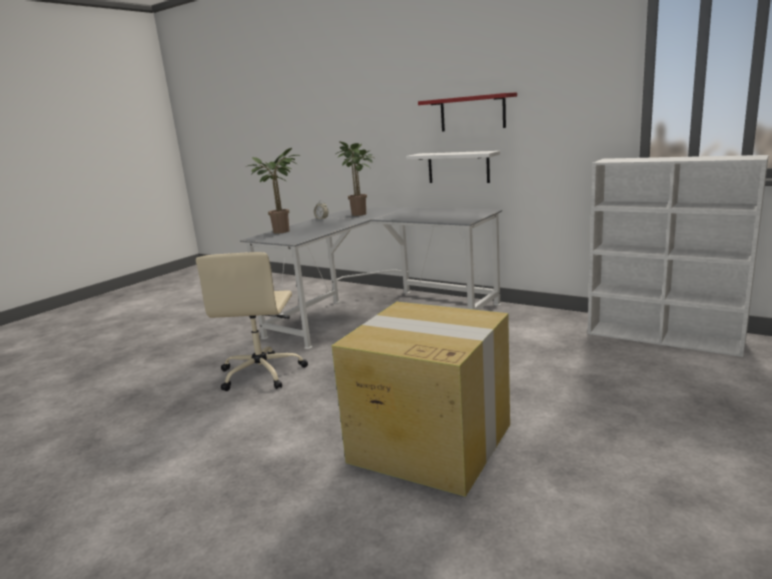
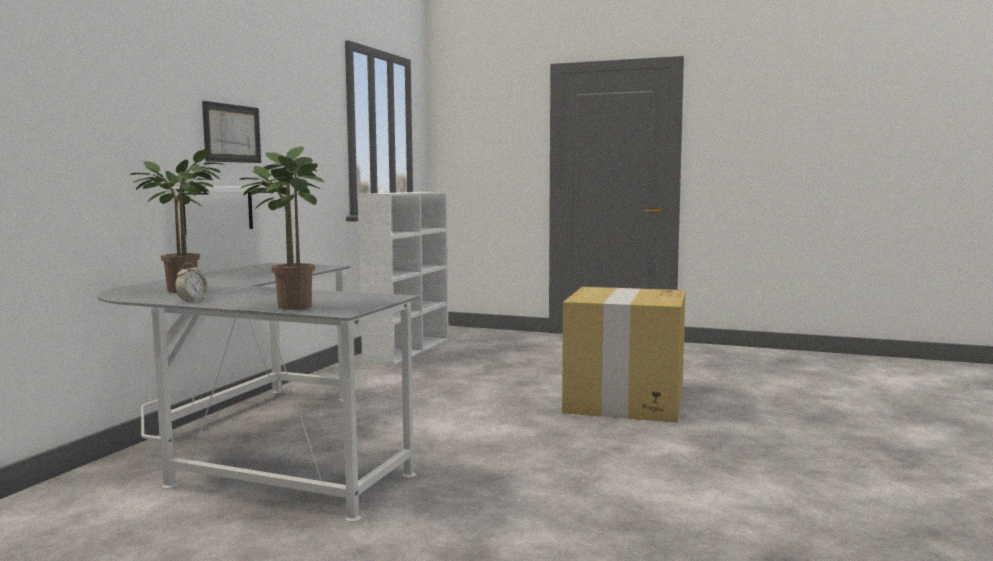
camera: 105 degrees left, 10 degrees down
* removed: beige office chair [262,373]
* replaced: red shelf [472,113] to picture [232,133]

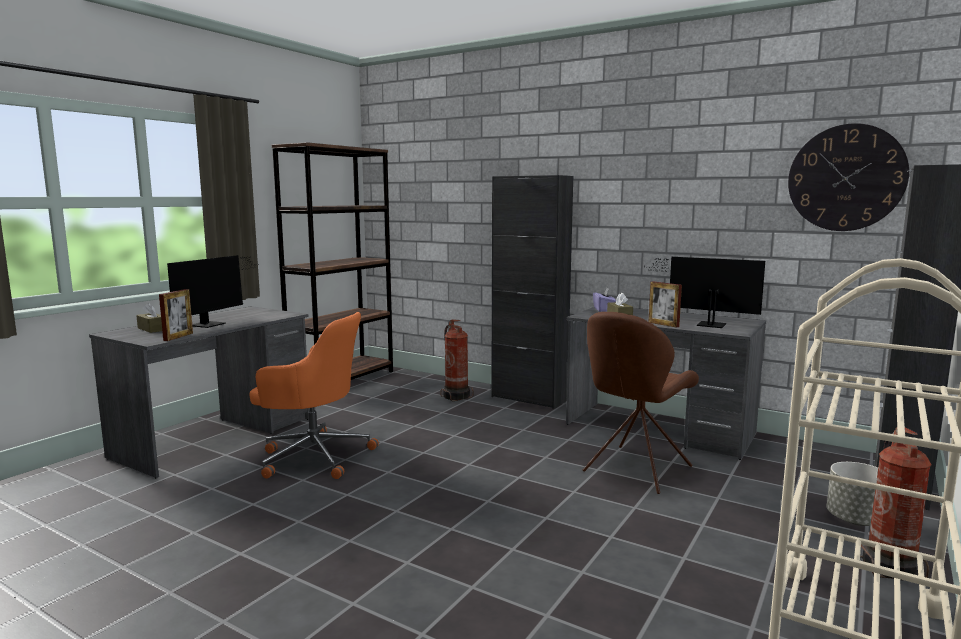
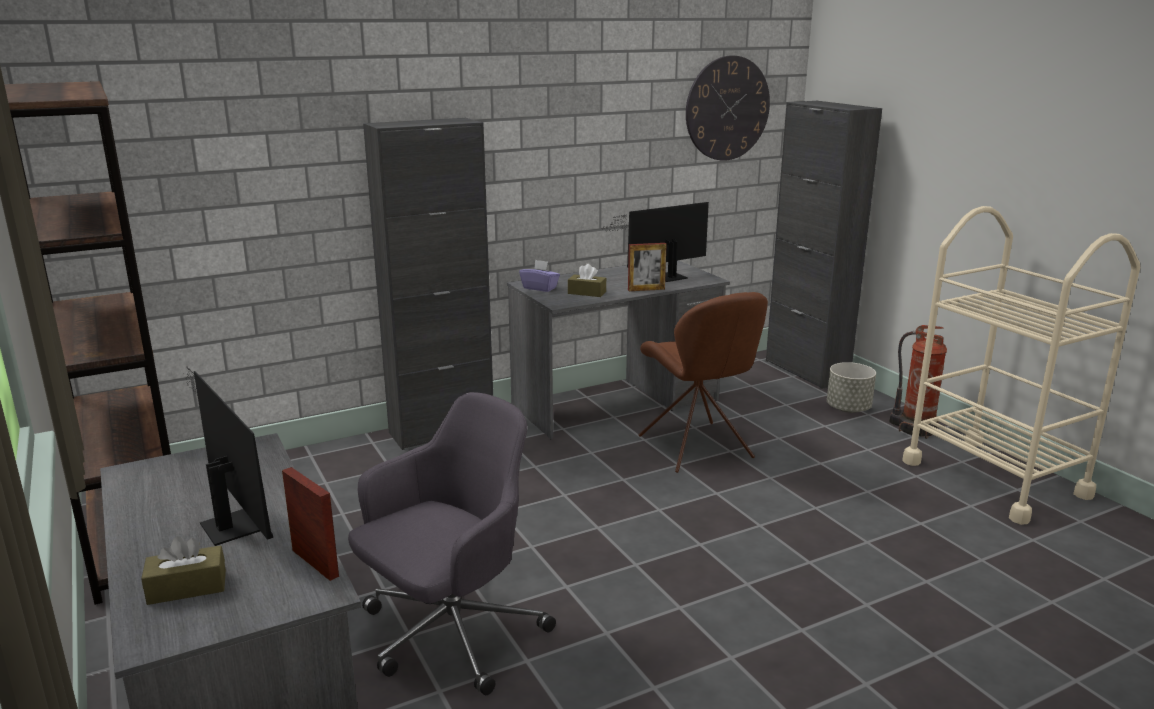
camera: 60 degrees left, 10 degrees up
* recoloured: orange office chair [313,456] to grey office chair [450,634]
* removed: fire extinguisher [456,396]

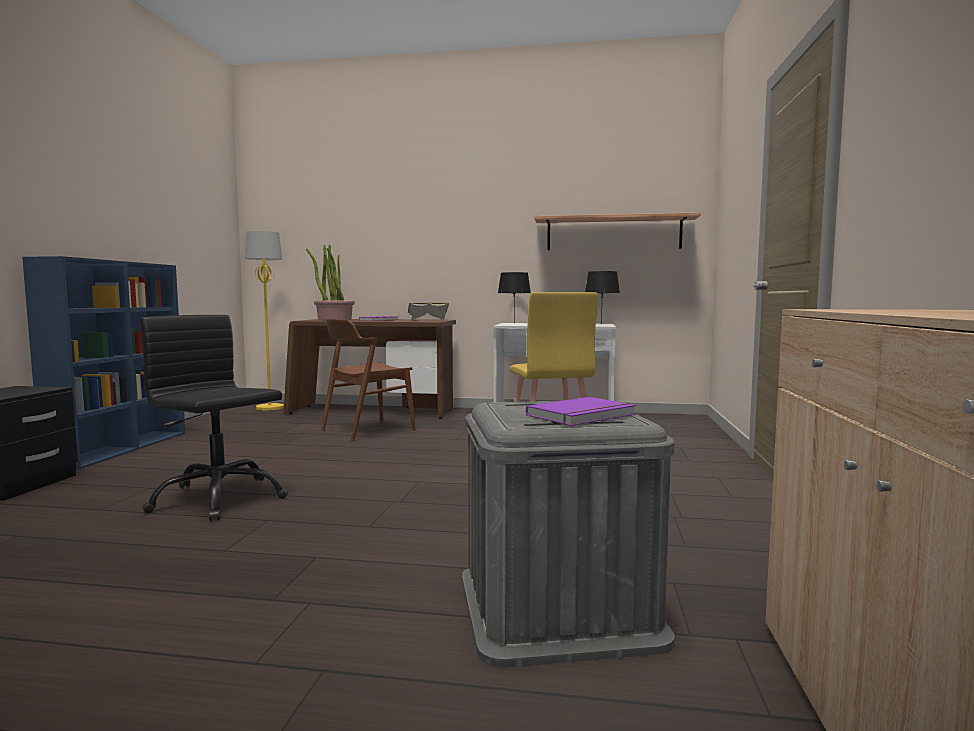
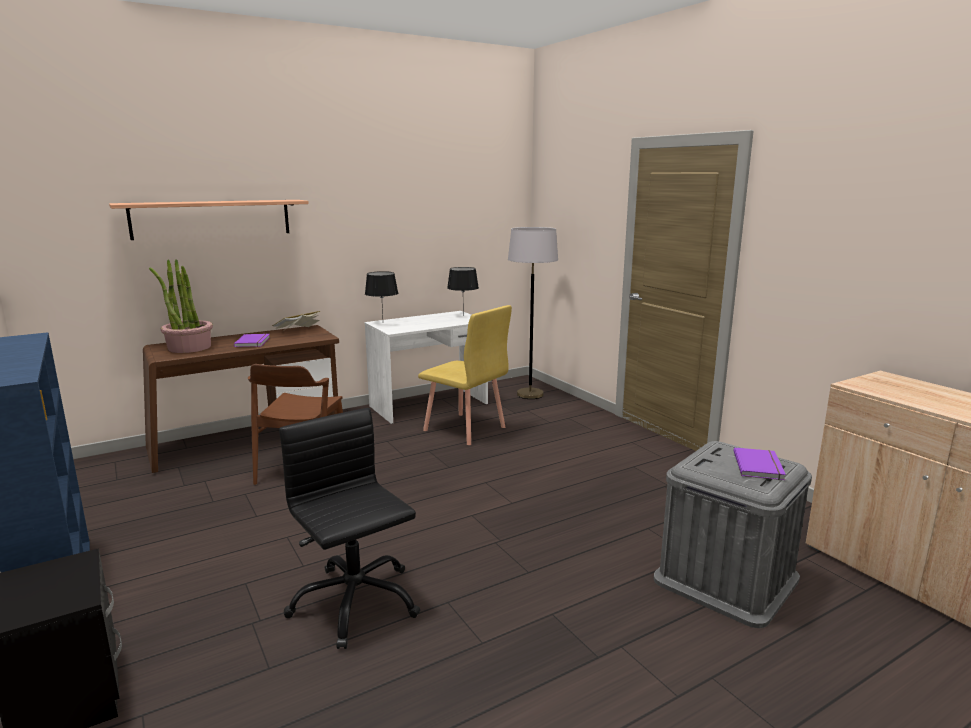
camera: 40 degrees left, 10 degrees up
* turned: black office chair [218,498] = [354,602] 60 degrees clockwise
* removed: yellow floor lamp [270,408]
* moved: shelf [613,234] to [212,219]
* added: grey floor lamp [530,394]

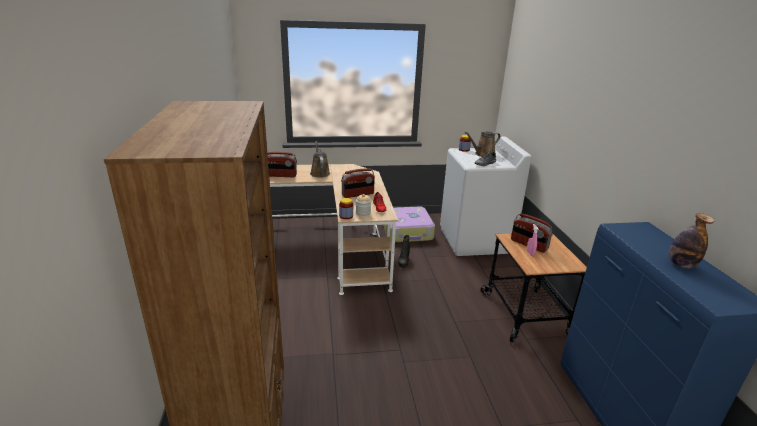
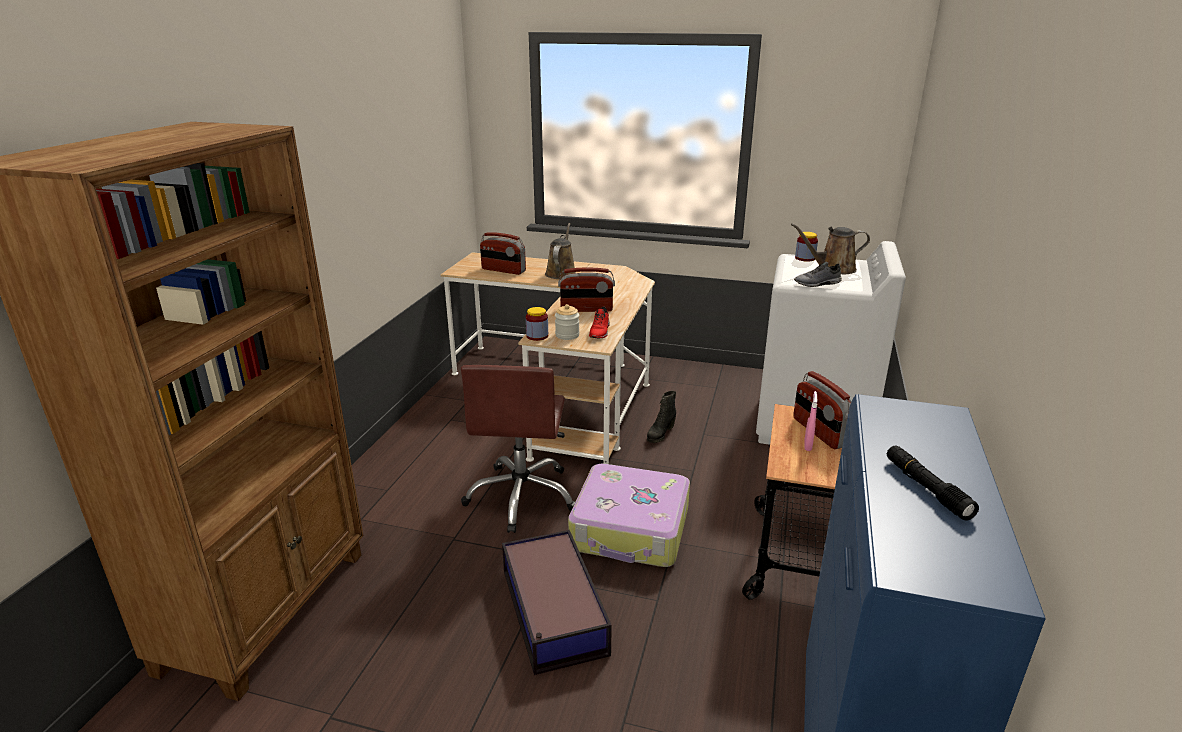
camera: 25 degrees right, 0 degrees up
* moved: suitcase [407,231] to [631,529]
* replaced: bottle [681,265] to black flashlight [926,488]
* added: brown office chair [522,496]
* added: storage box [553,612]

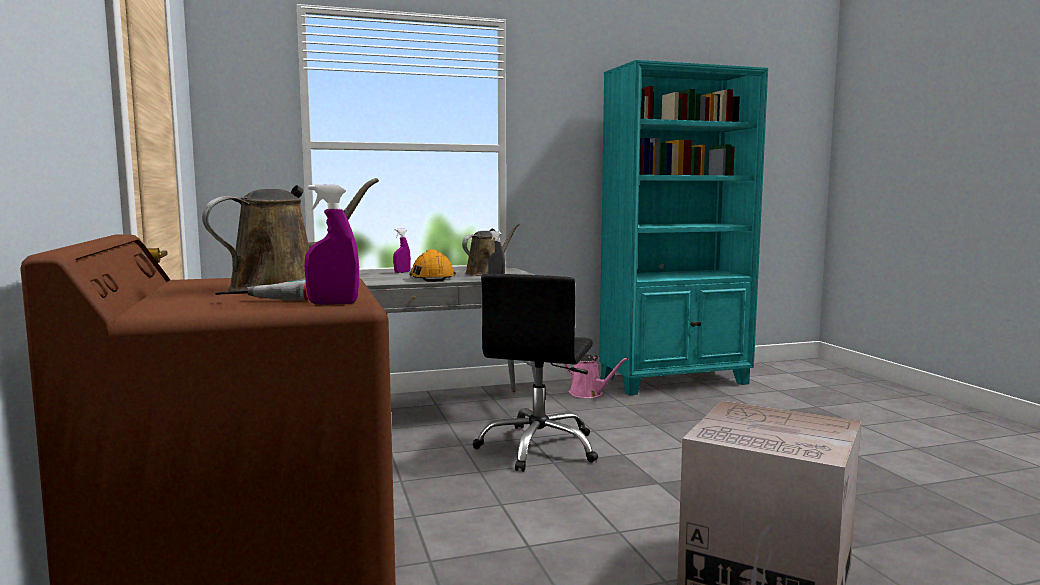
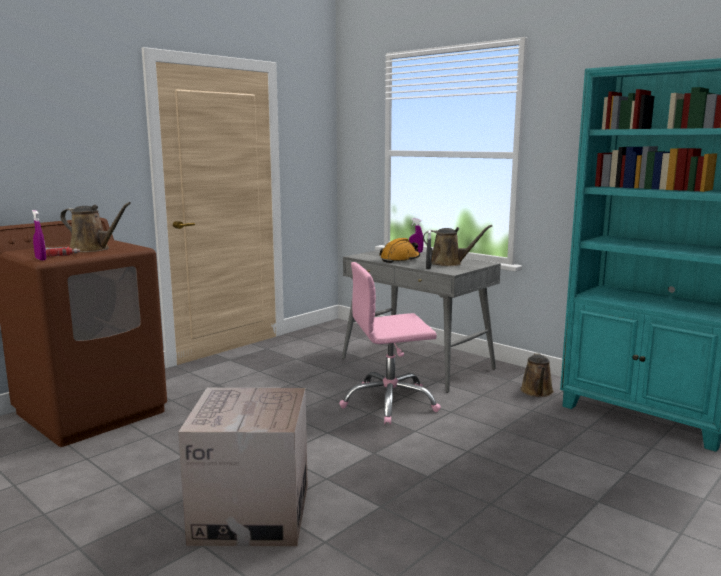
camera: 60 degrees right, 5 degrees up
* recoloured: black office chair [539,448] to pink office chair [389,403]
* recoloured: pink watering can [589,394] to brown watering can [537,392]

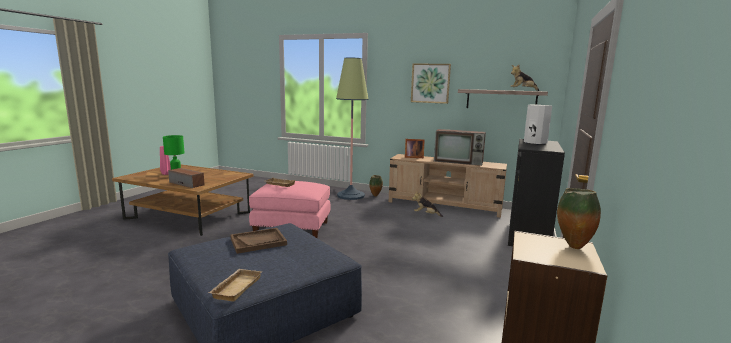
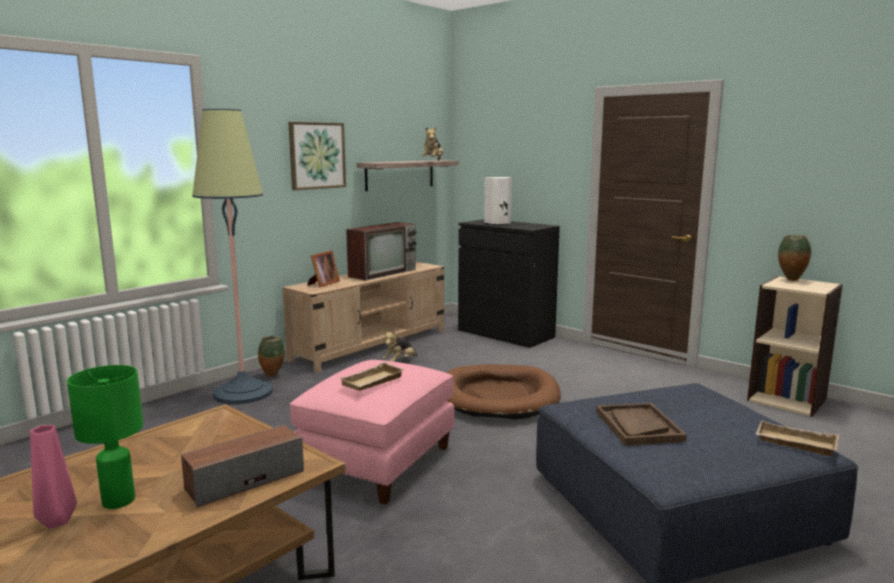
camera: 70 degrees left, 0 degrees up
* added: brown dog bed [498,396]

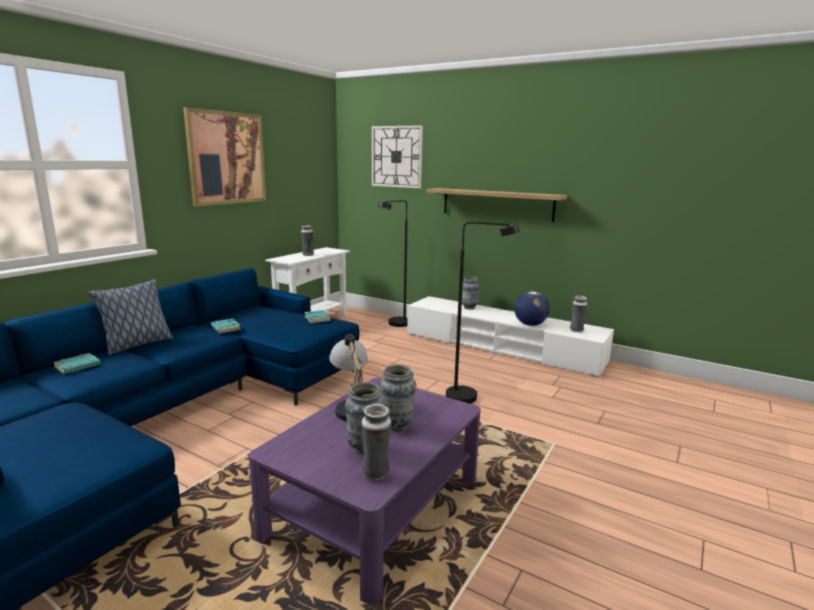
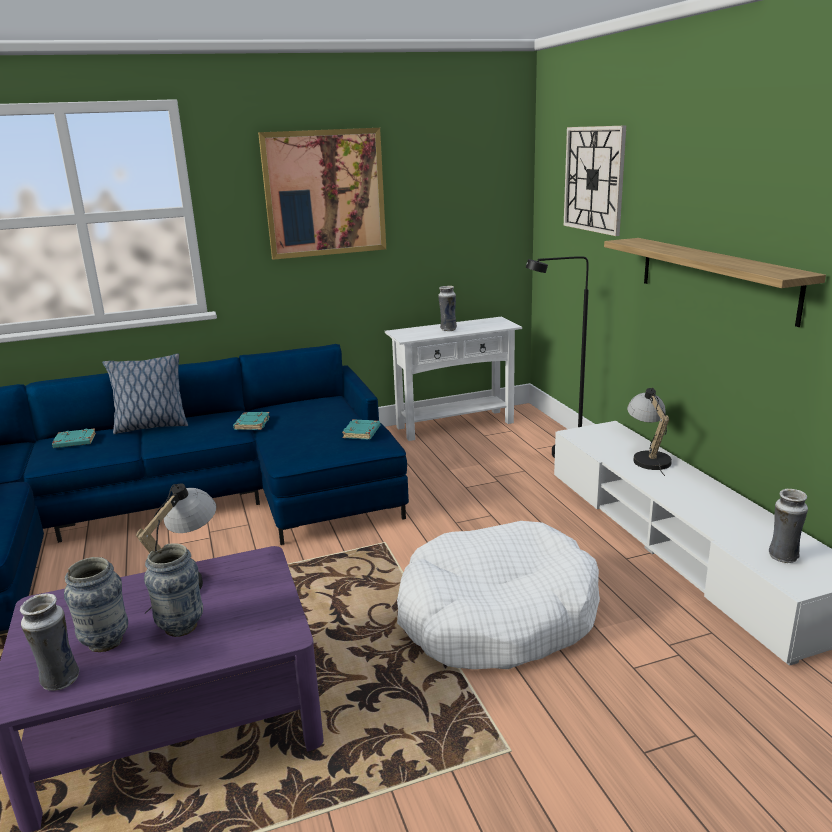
camera: 40 degrees right, 5 degrees up
* replaced: black floor lamp [470,398] to white dog bed [497,616]
* replaced: vase [469,307] to table lamp [648,457]
* removed: globe [530,324]

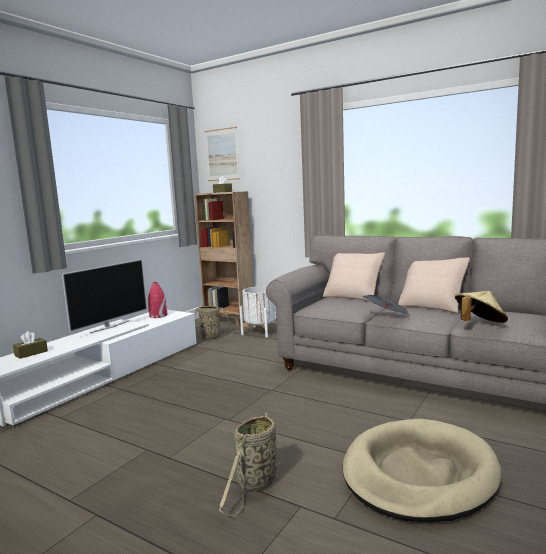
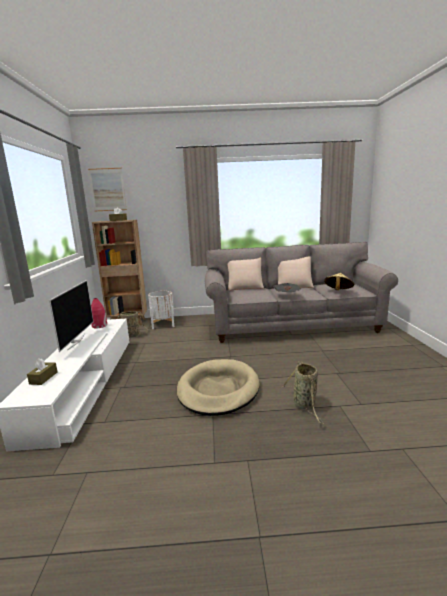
camera: 35 degrees left, 5 degrees up
* moved: beige dog bed [418,474] to [218,390]

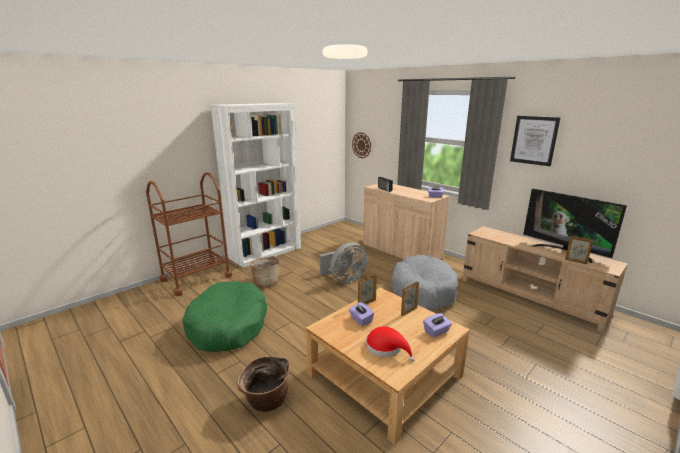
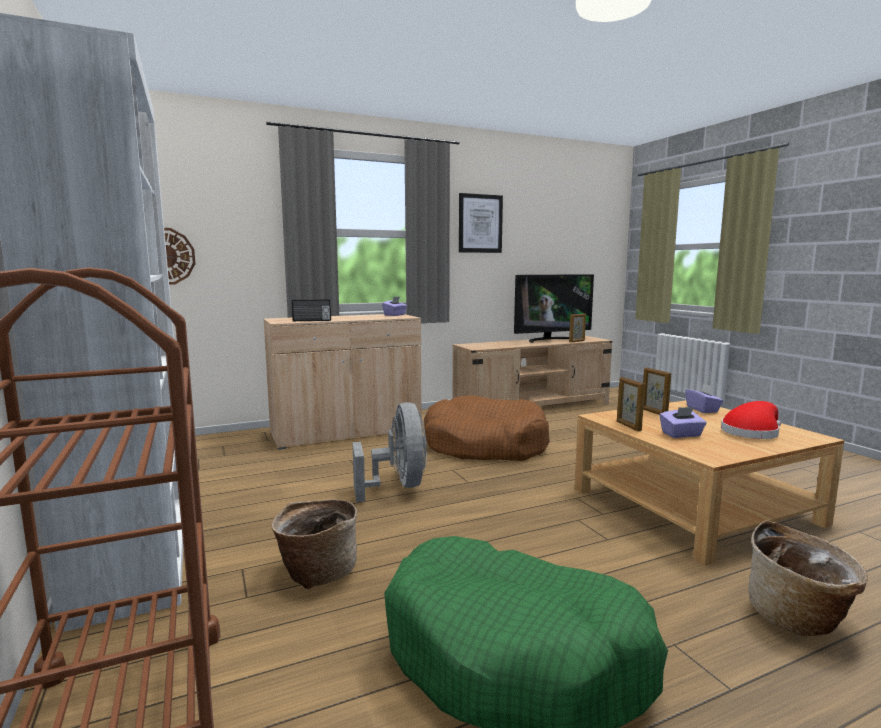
camera: 70 degrees left, 10 degrees down
* recoloured: grey dog bed [422,291] to brown dog bed [485,445]

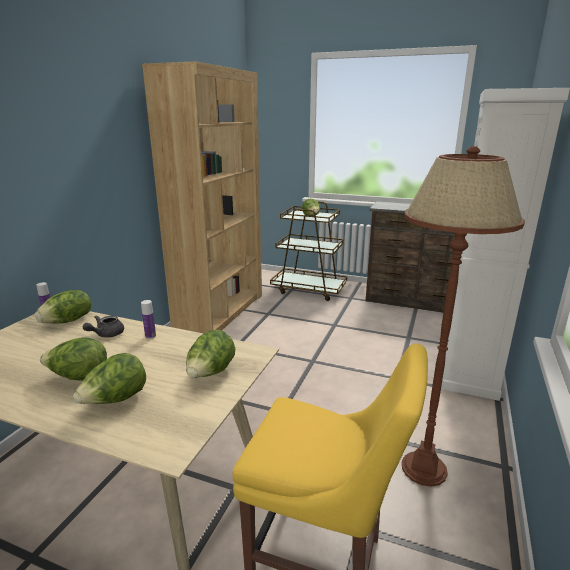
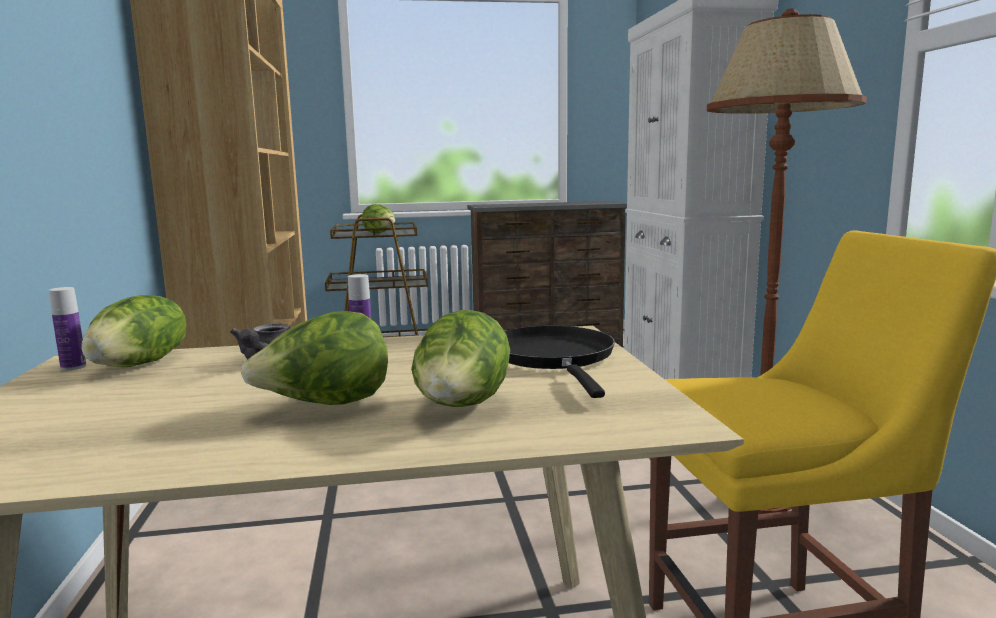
camera: 30 degrees left, 10 degrees down
* replaced: lettuce [211,374] to black frying pan [554,358]

